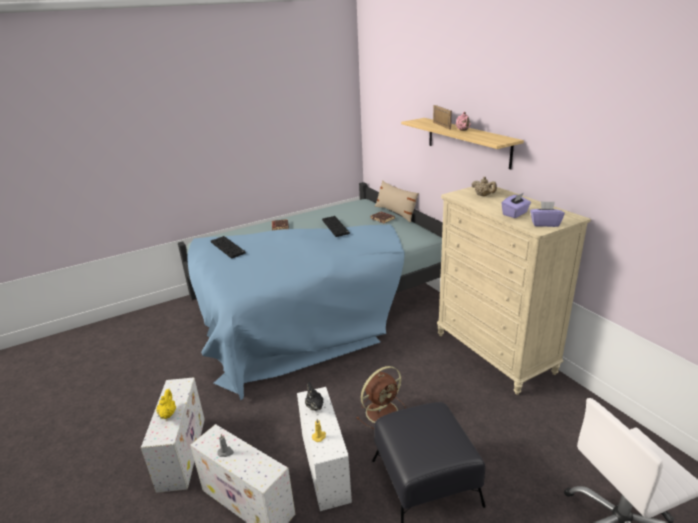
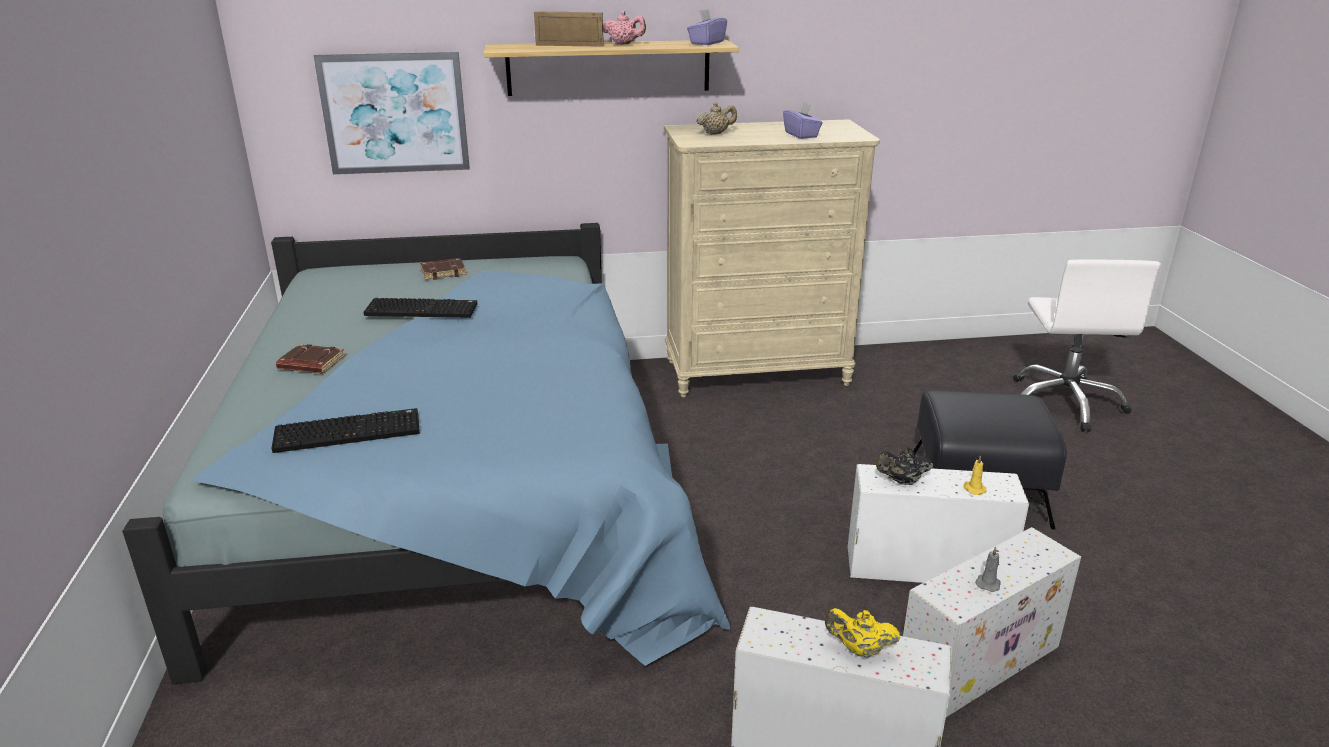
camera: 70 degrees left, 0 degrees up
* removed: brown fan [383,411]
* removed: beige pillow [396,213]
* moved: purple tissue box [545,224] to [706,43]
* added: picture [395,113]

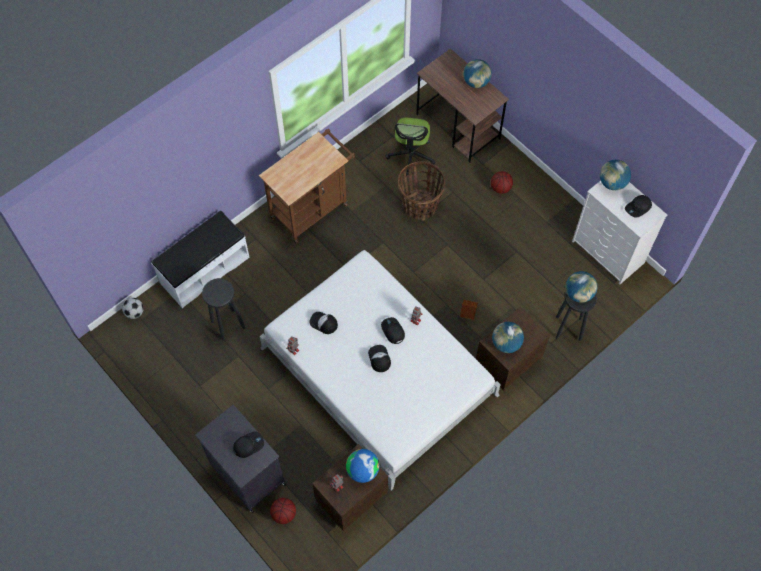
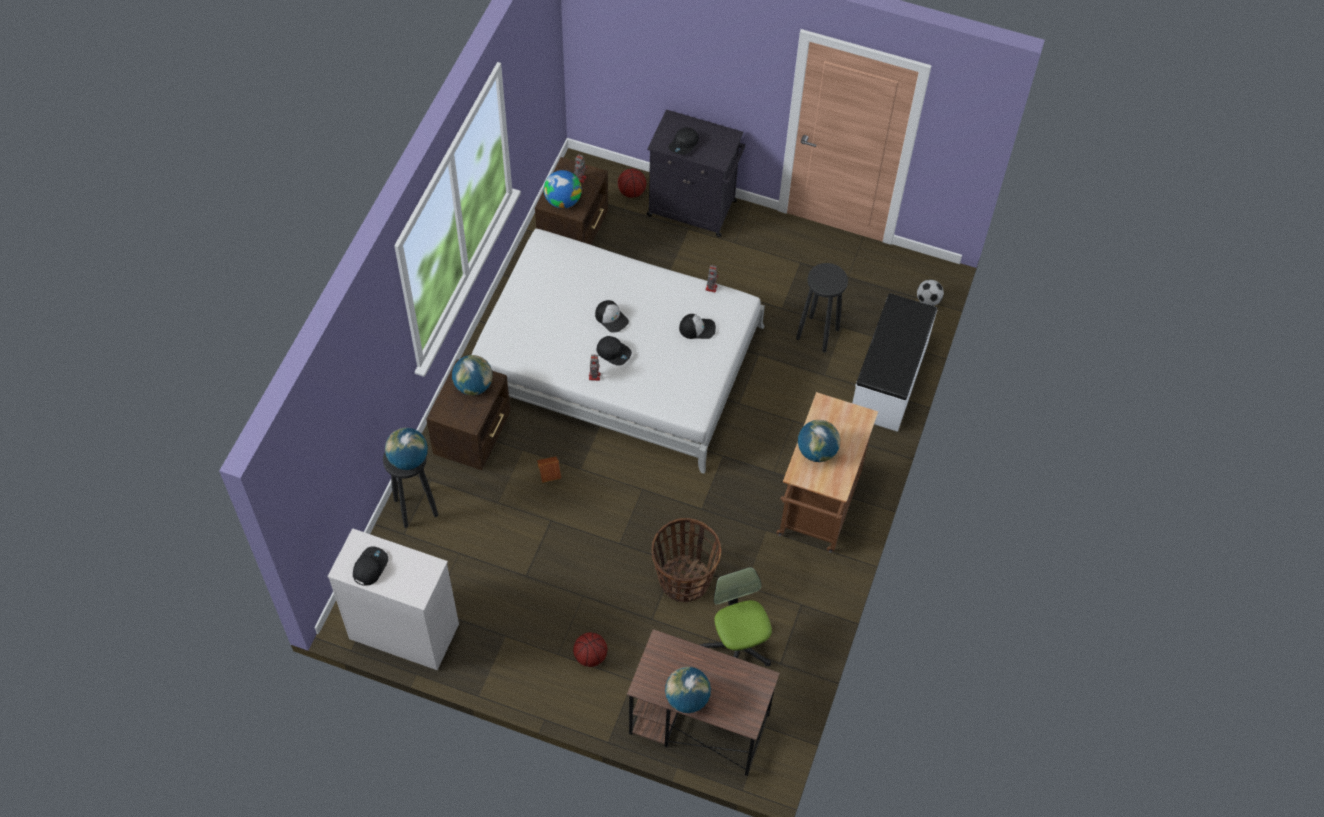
camera: 150 degrees right, 5 degrees down
* moved: globe [612,183] to [817,451]

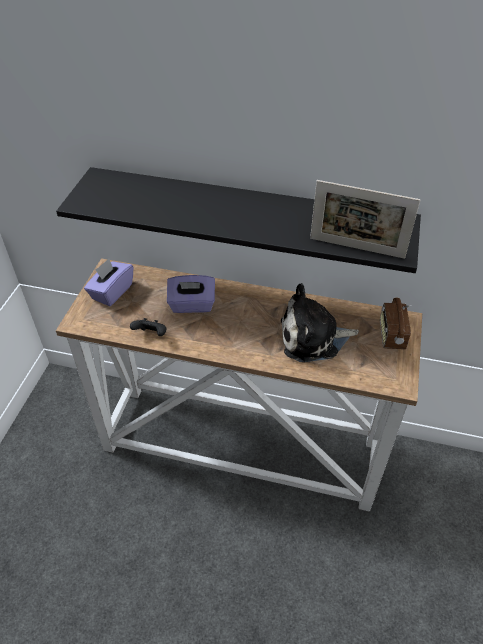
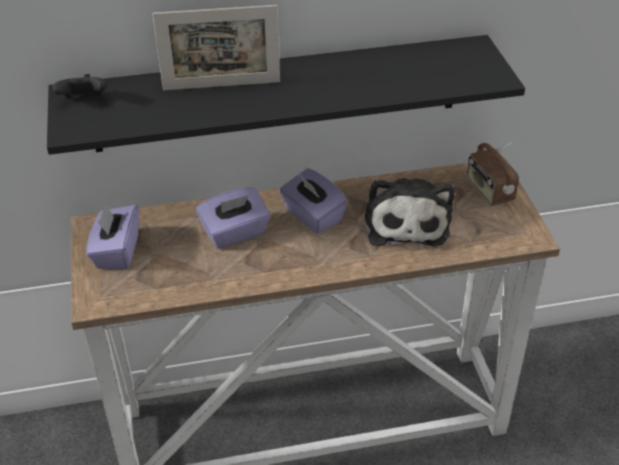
camera: 25 degrees left, 5 degrees down
* moved: black game controller [151,335] to [84,101]
* turned: plush toy [313,338] = [406,222] 60 degrees counterclockwise
* moved: picture frame [356,248] to [221,85]
* added: purple tissue box [312,216]

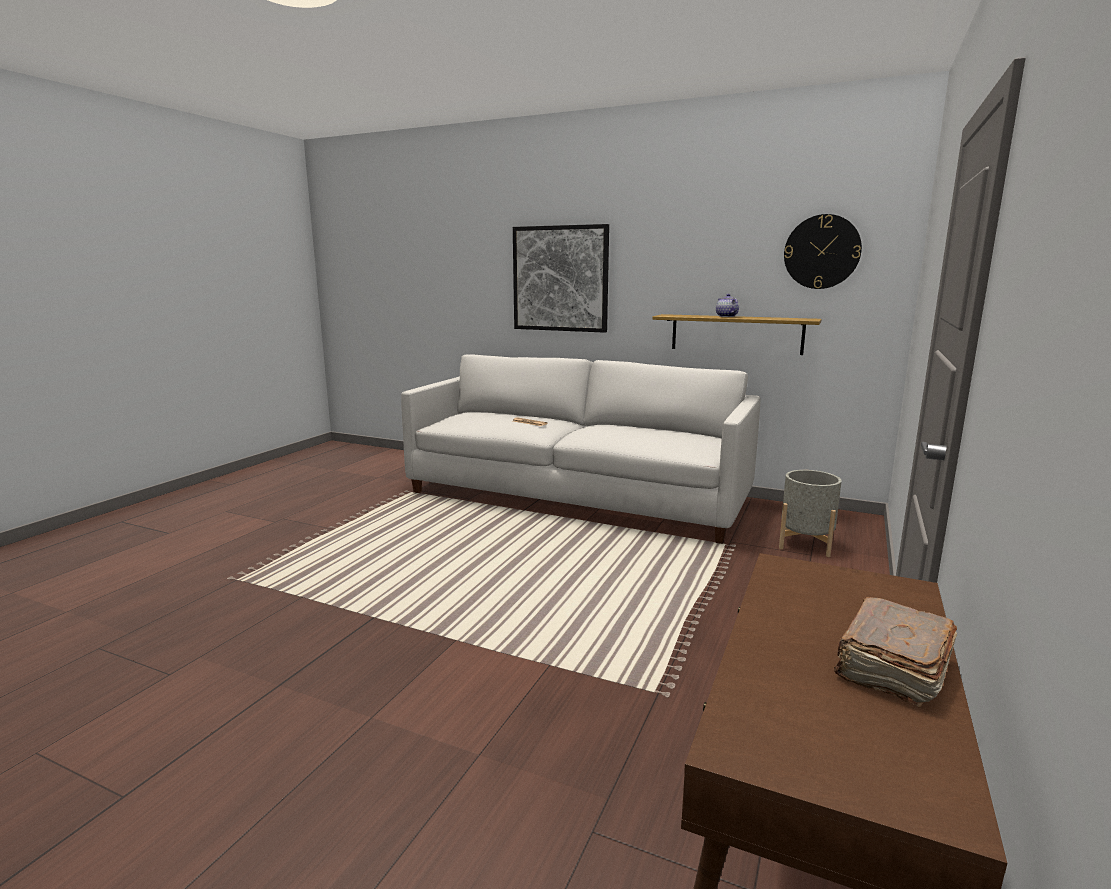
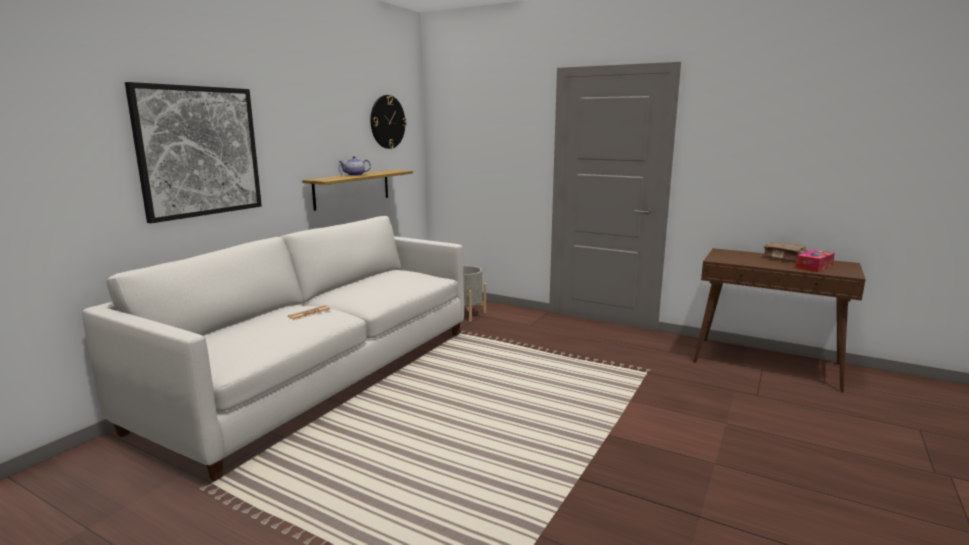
camera: 85 degrees left, 0 degrees up
* added: tissue box [814,267]

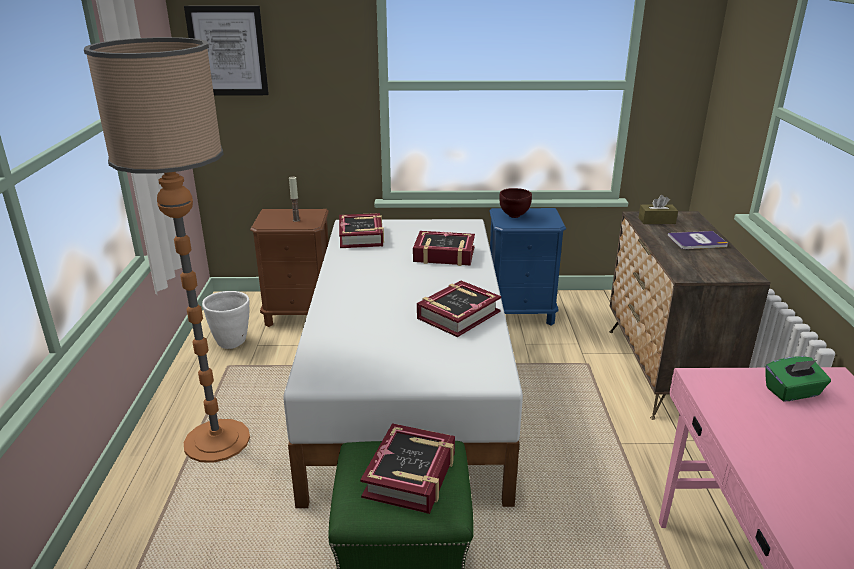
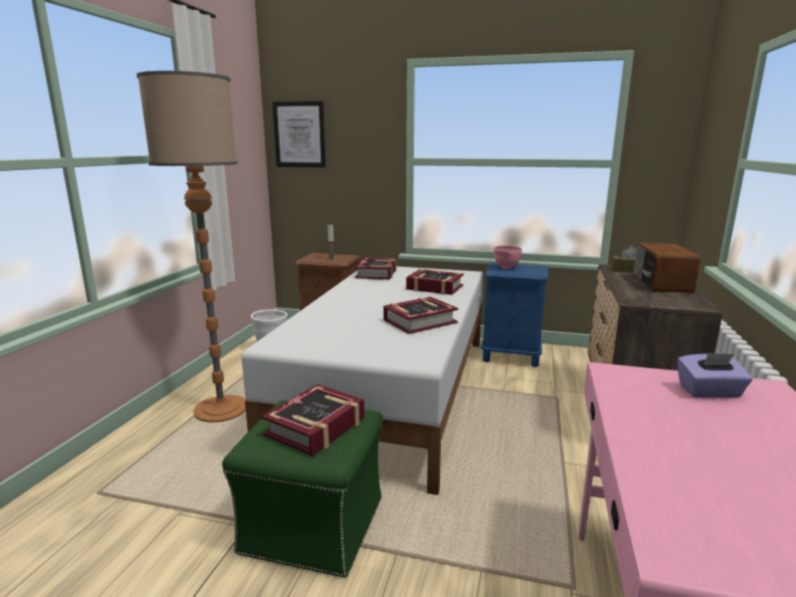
camera: 15 degrees right, 10 degrees down
* recoloured: brown bowl [513,216] to pink bowl [505,268]
* replaced: book [697,241] to radio [660,284]
* recoloured: green tissue box [792,392] to purple tissue box [709,392]

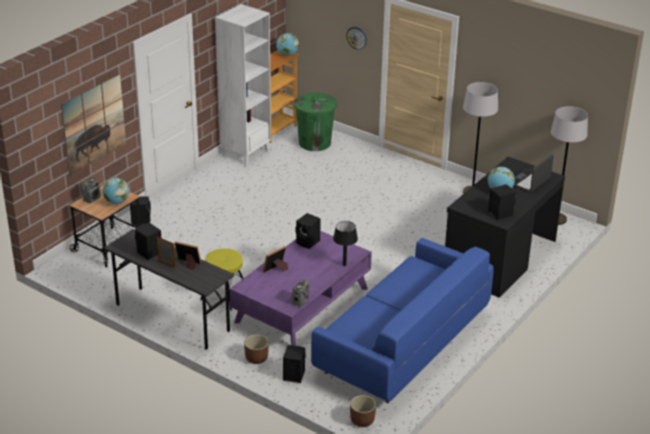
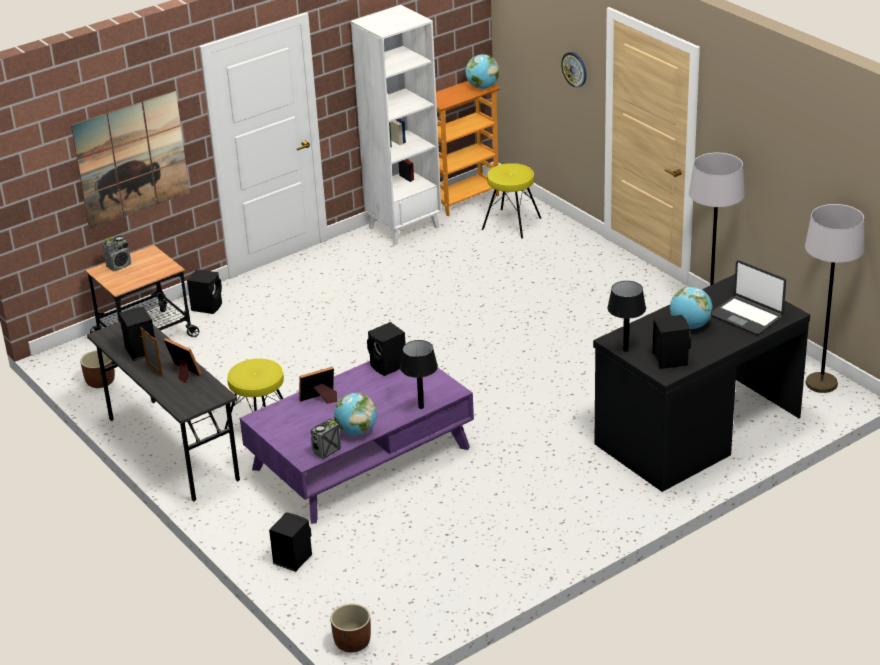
camera: 20 degrees right, 0 degrees up
* moved: globe [116,202] to [356,431]
* moved: brown planter [256,358] to [100,381]
* replaced: green trash can [315,143] to yellow stool [512,223]
* removed: blue sofa [401,343]
* turned: laptop [529,181] = [747,316] 105 degrees counterclockwise
* added: black table lamp [626,350]

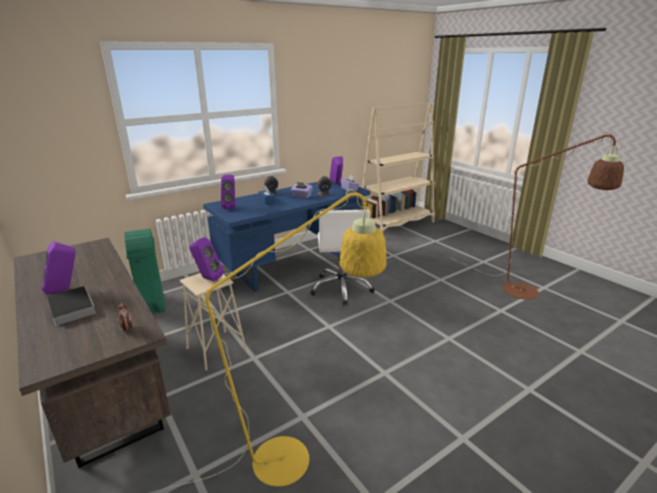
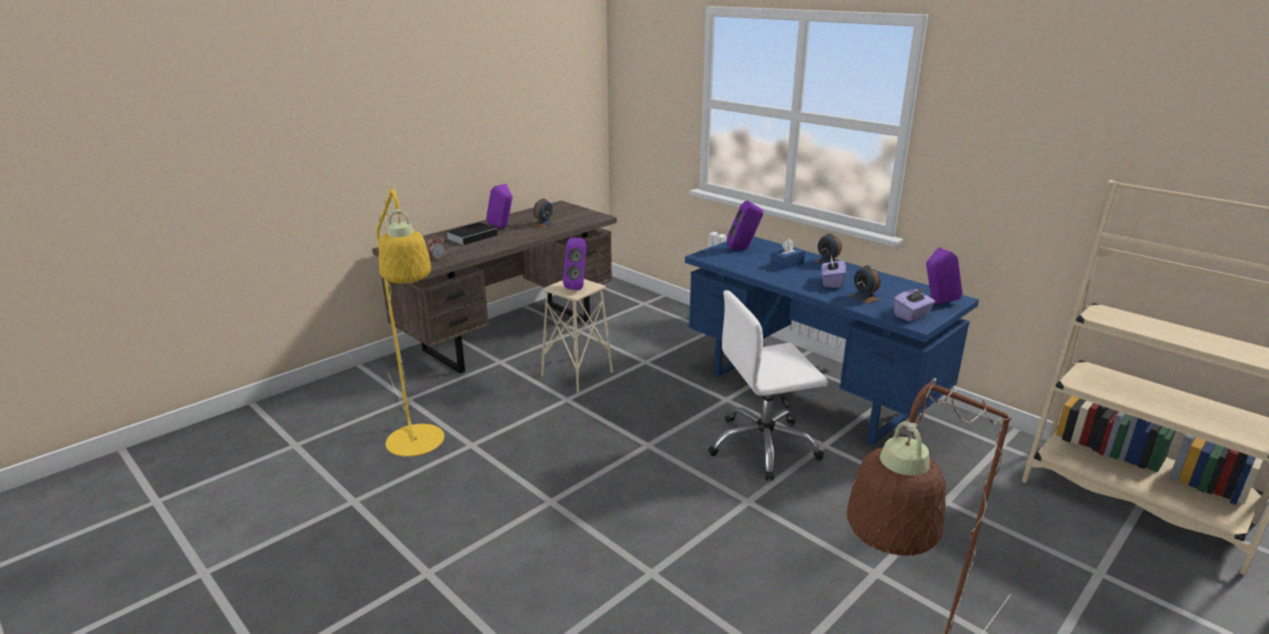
camera: 80 degrees right, 0 degrees up
* removed: green trash can [152,305]
* added: alarm clock [543,224]

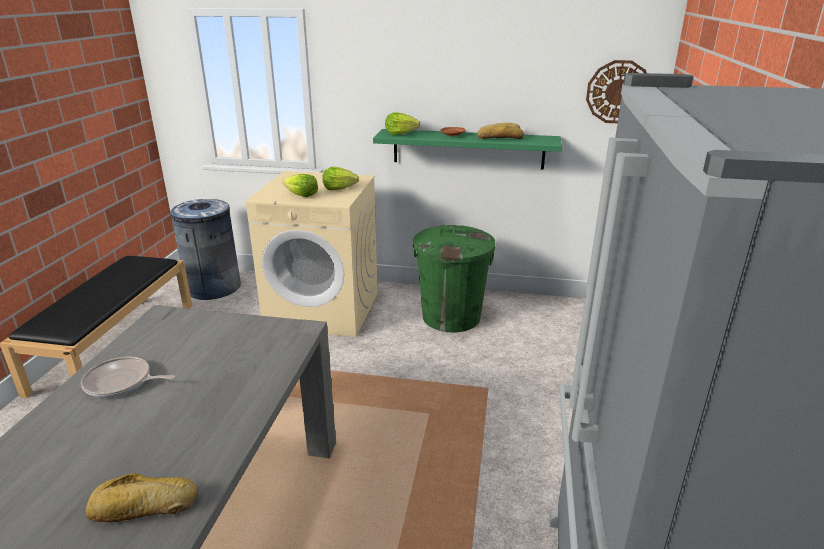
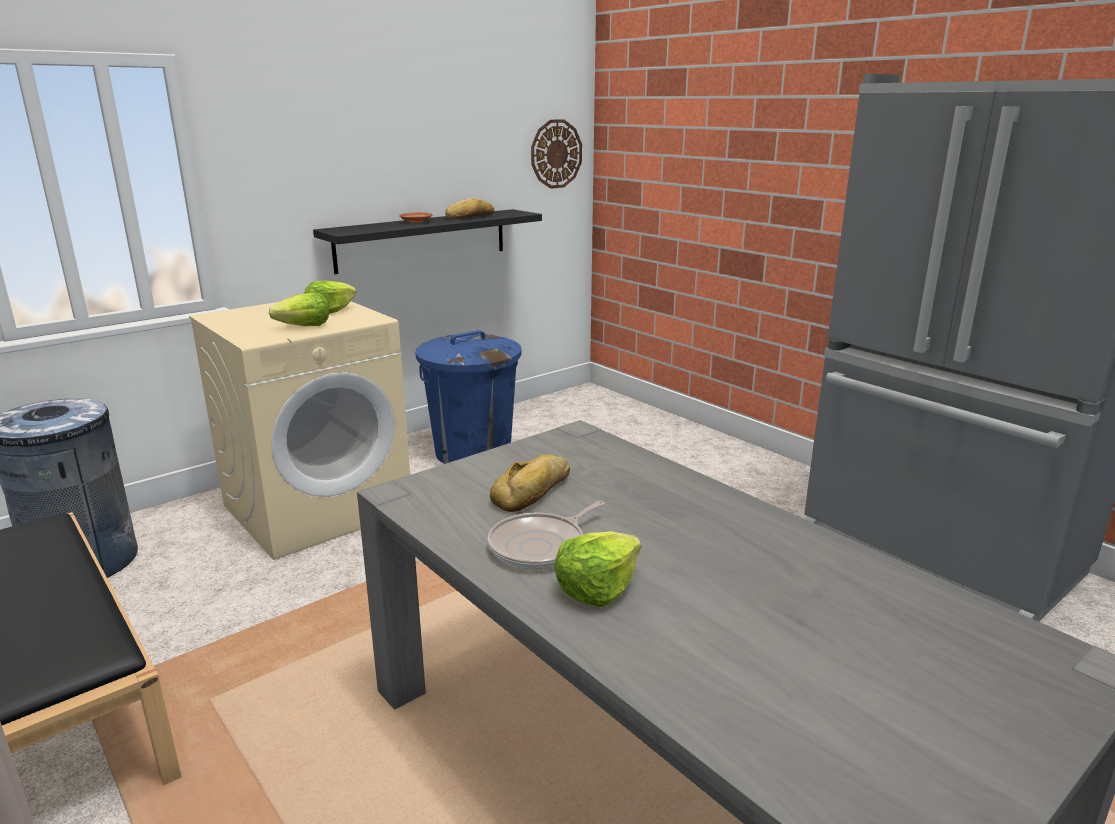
camera: 50 degrees left, 5 degrees down
* moved: bread [143,507] to [534,491]
* recoloured: green shelf [468,149] to black shelf [422,240]
* moved: lettuce [400,133] to [597,588]
* recoloured: green trash can [451,316] to blue trash can [472,452]

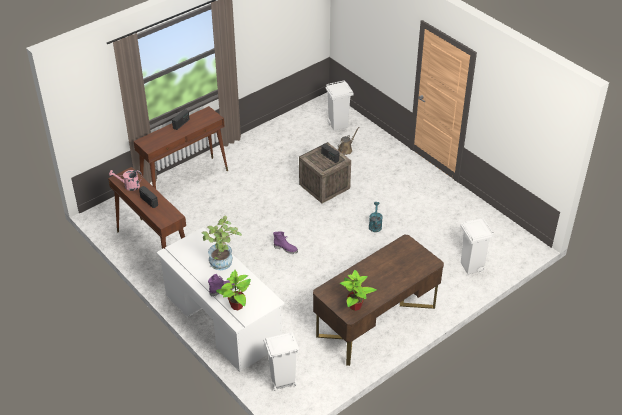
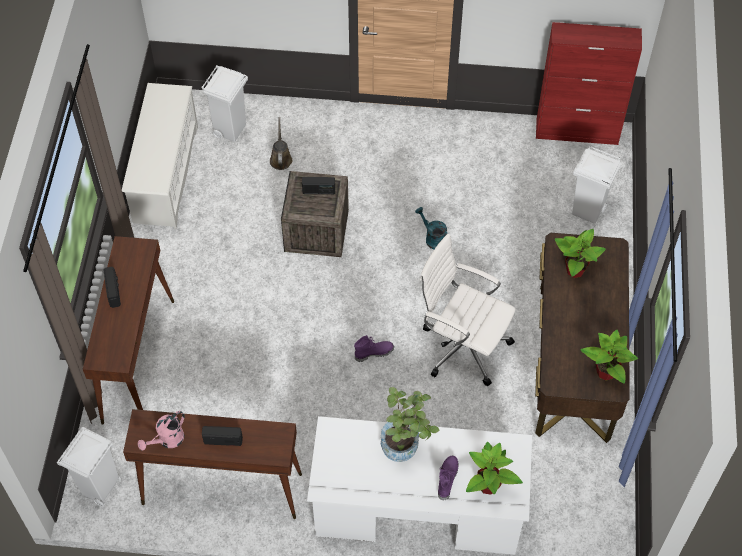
camera: 45 degrees left, 15 degrees up
* moved: white trash can [282,382] to [100,488]
* added: white shoe rack [165,174]
* added: white office chair [462,345]
* added: red cabinet [577,131]
* added: potted plant [575,270]

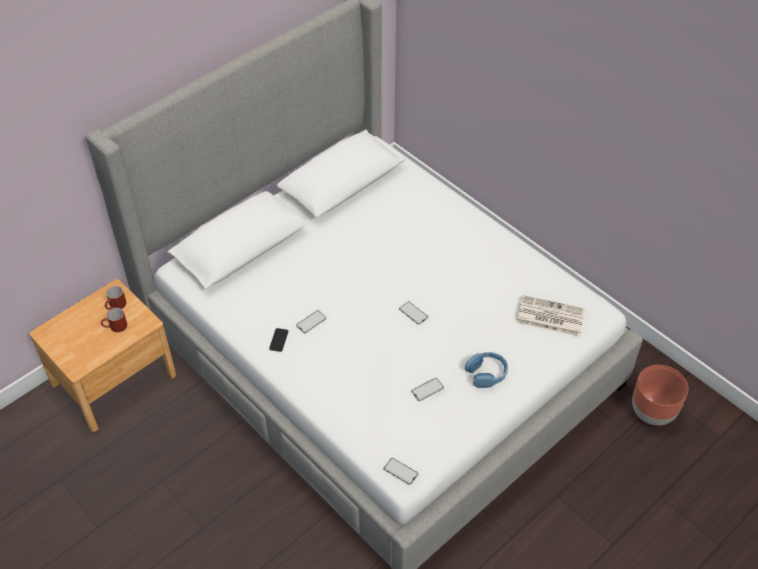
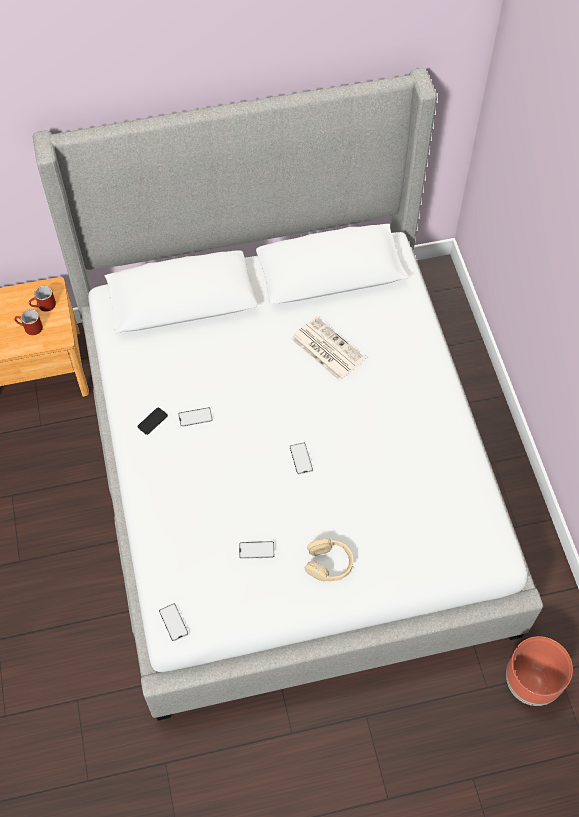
camera: 30 degrees right, 10 degrees up
* recoloured: blue headphones [486,373] to beige headphones [329,564]
* moved: newspaper [549,316] to [326,349]

